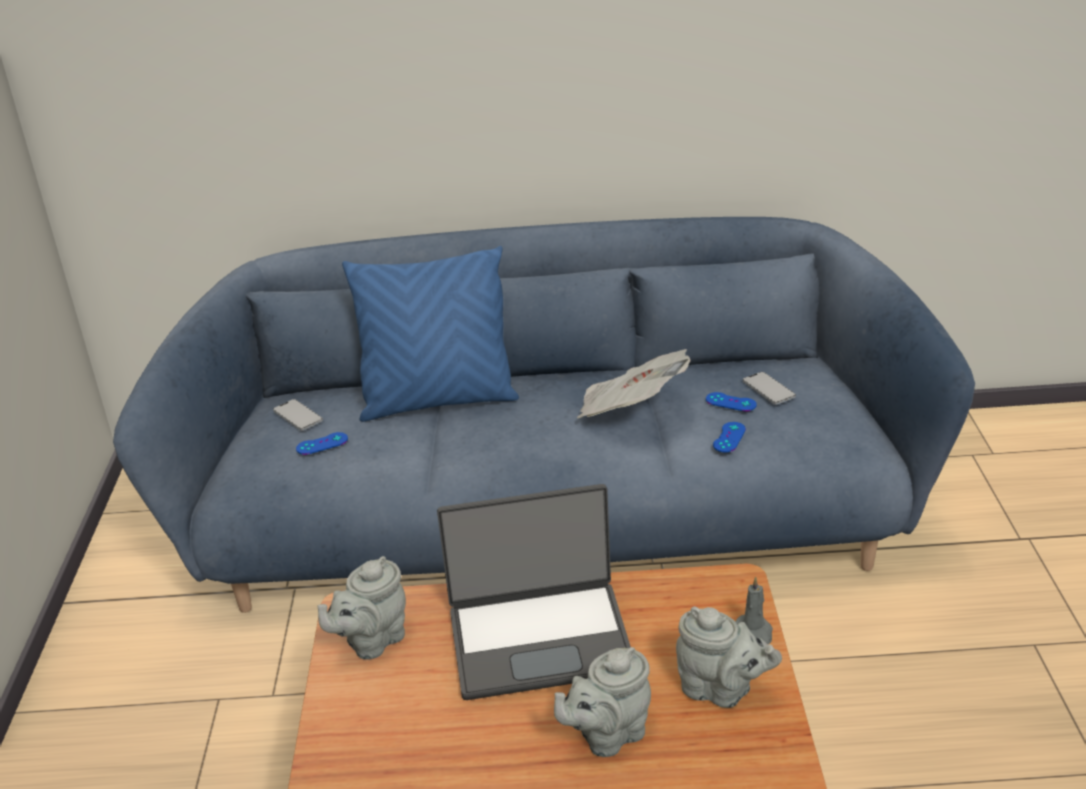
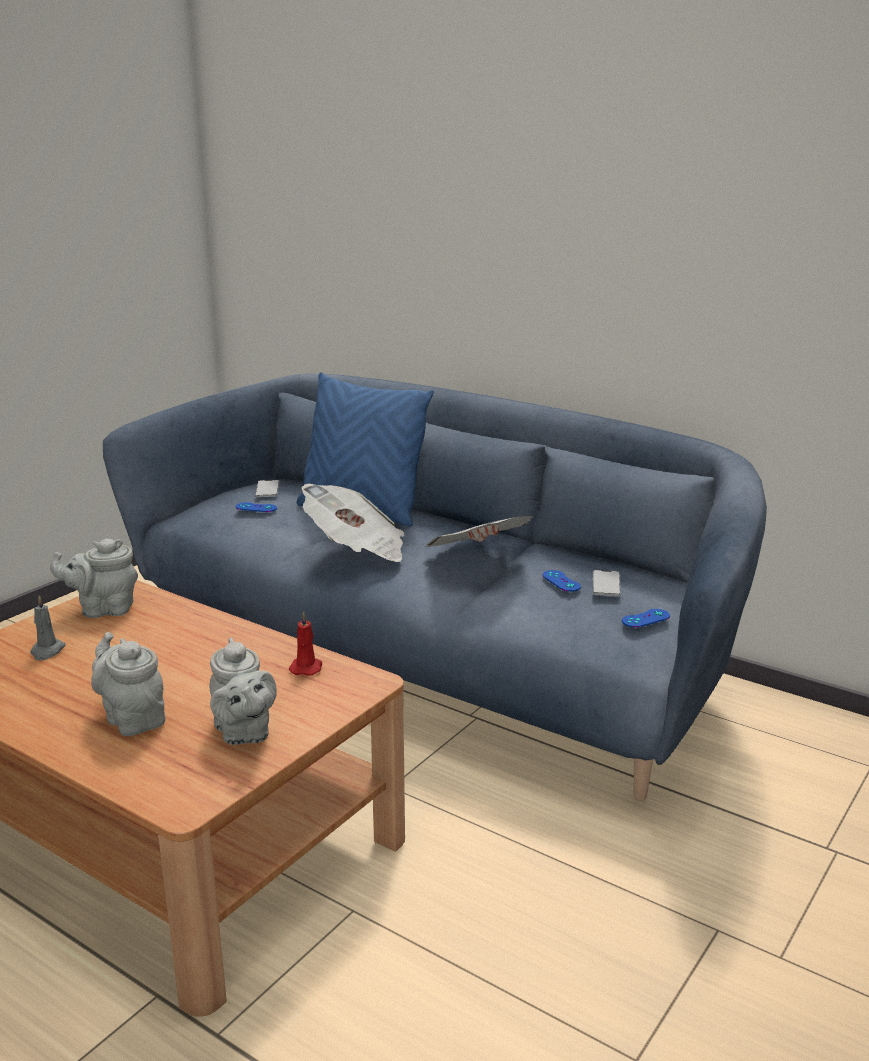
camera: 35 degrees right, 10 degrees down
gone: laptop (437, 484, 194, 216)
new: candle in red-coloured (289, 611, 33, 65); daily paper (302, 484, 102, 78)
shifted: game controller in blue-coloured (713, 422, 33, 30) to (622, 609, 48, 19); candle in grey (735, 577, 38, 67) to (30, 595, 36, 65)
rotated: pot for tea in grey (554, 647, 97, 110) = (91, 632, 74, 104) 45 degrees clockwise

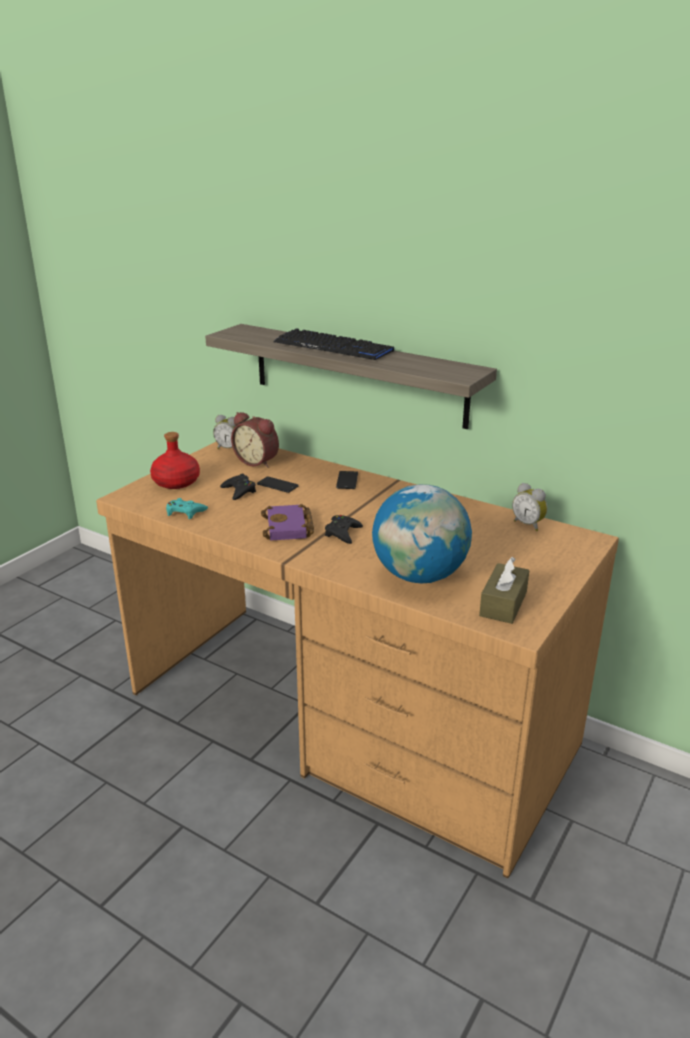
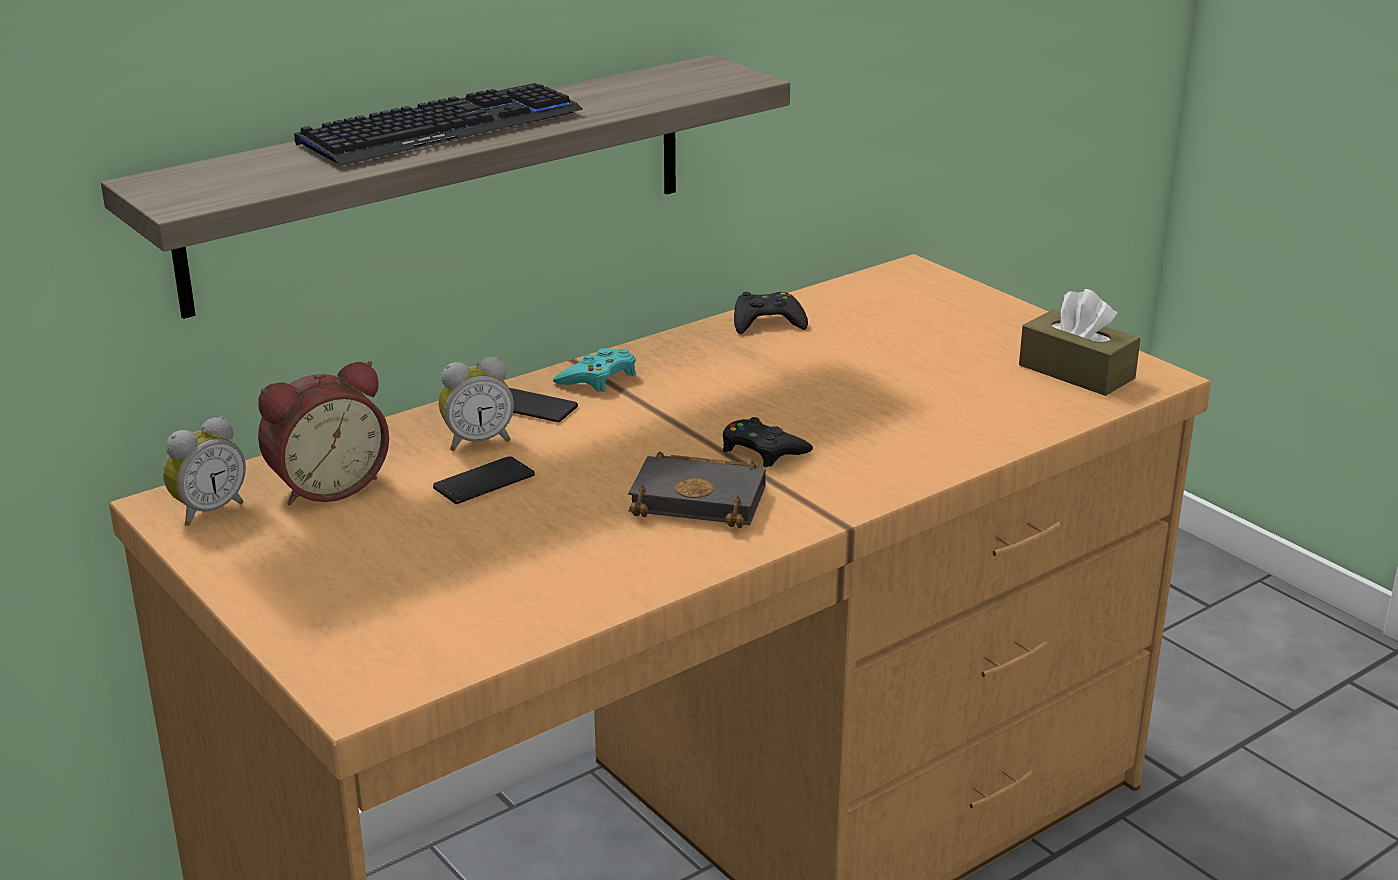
camera: 70 degrees left, 0 degrees up
gone: beverage bottle in red-coloured (150, 432, 50, 57); desk globe (372, 484, 100, 99)
shifted: game controller in turquoise-coloured (166, 498, 42, 21) to (553, 348, 83, 44); game controller in black-coloured (220, 474, 36, 26) to (734, 292, 74, 42); bedside clock (512, 483, 35, 48) to (439, 357, 75, 94)
repainted: volume in purple-coloured (261, 504, 53, 37) to volume in black-coloured (628, 452, 138, 76)

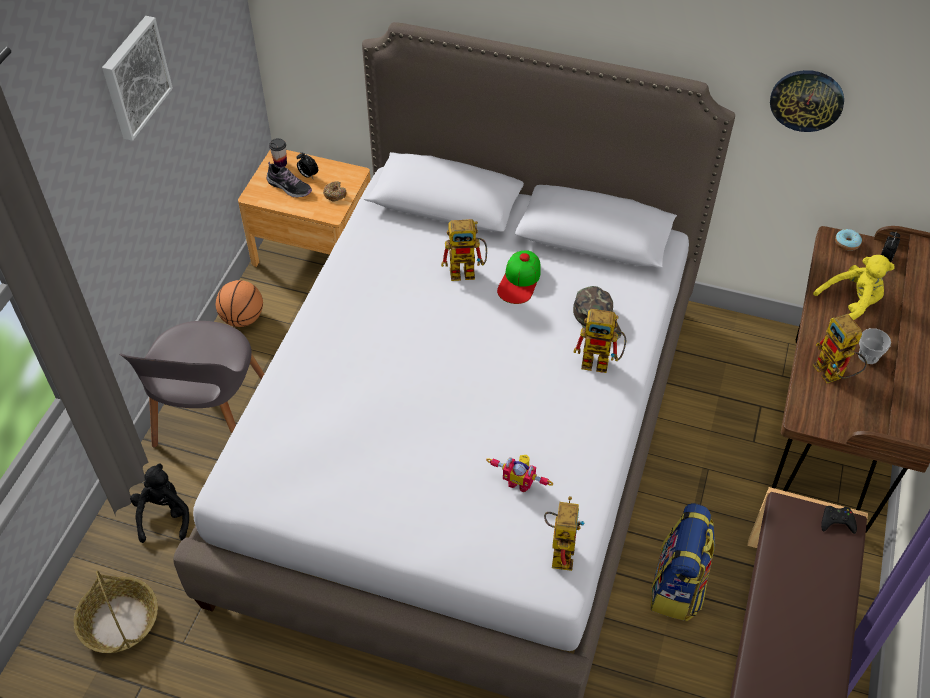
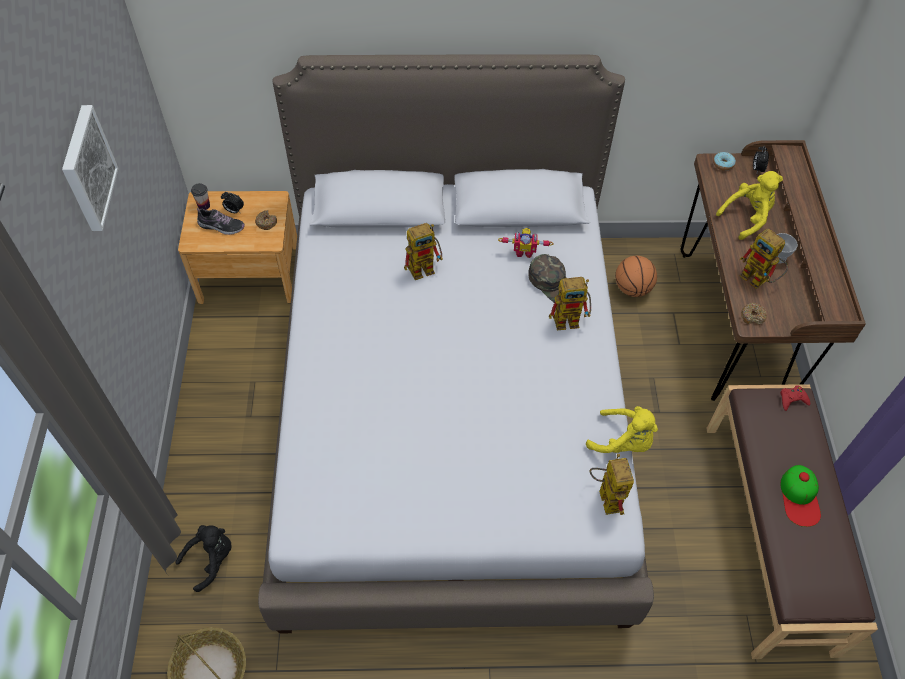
camera: 20 degrees left, 5 degrees up
gone: chair in grey (119, 321, 145, 126); backpack (651, 503, 64, 118); clock on the wall (770, 70, 74, 62)
new: cuddly toy in yellow (586, 406, 72, 47); ring doughnut (741, 303, 26, 22)
shifted: ball for basketball (216, 280, 47, 47) to (615, 256, 42, 41); robot figure (486, 455, 67, 37) to (498, 228, 56, 30); baseball cap (497, 250, 44, 54) to (781, 465, 40, 62)
repainted: game controller in black-coloured (821, 506, 36, 28) to game controller in red-coloured (780, 385, 30, 26)
rotated: cuddly toy in black-coloured (130, 463, 59, 80) = (175, 525, 57, 67) 75 degrees clockwise

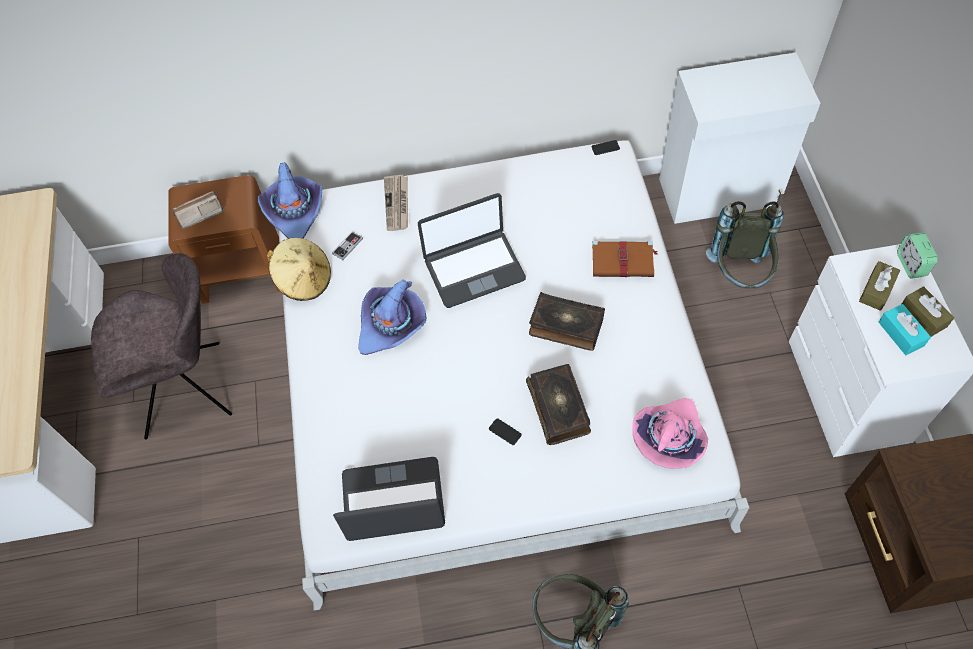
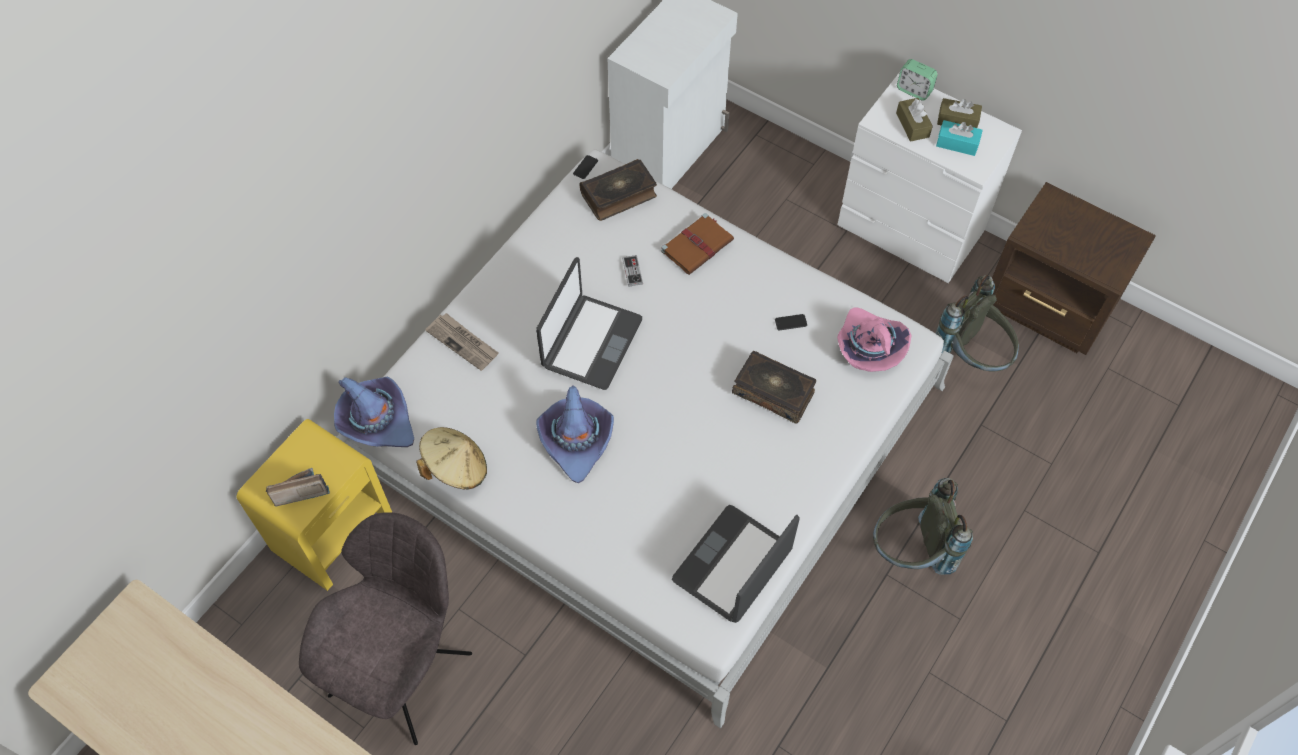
camera: 50 degrees left, 0 degrees up
shifted: game controller (332, 231, 31, 29) to (622, 255, 21, 32); phone (489, 418, 33, 27) to (775, 314, 32, 16); volume (529, 292, 76, 59) to (580, 159, 77, 62); backpack in grey (706, 201, 78, 87) to (935, 275, 84, 96)
repainted: bedside table in brown-coloured (169, 175, 111, 129) to bedside table in yellow (236, 419, 157, 172)
rotated: radio set (173, 191, 52, 38) = (266, 468, 64, 38) 60 degrees clockwise

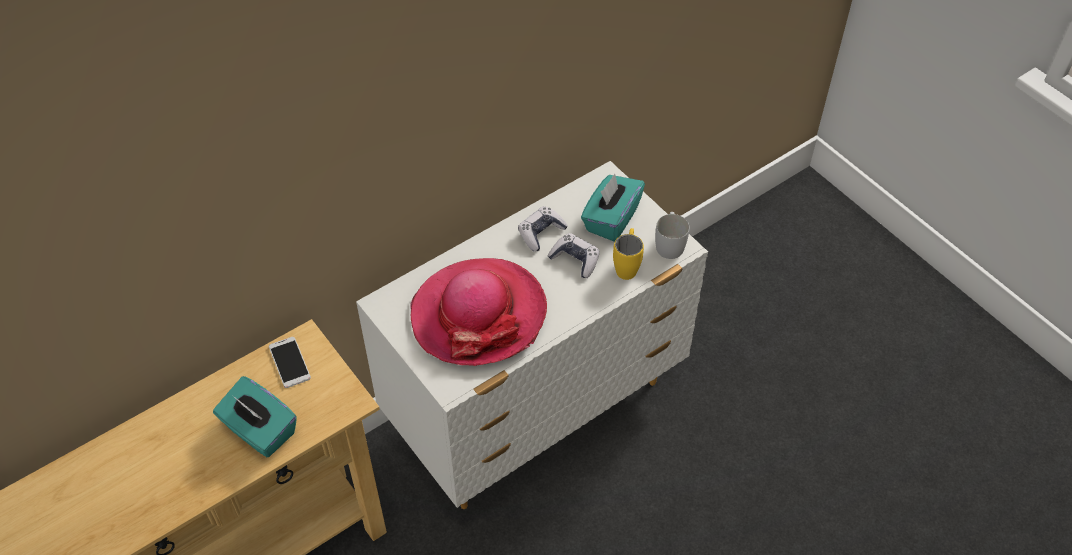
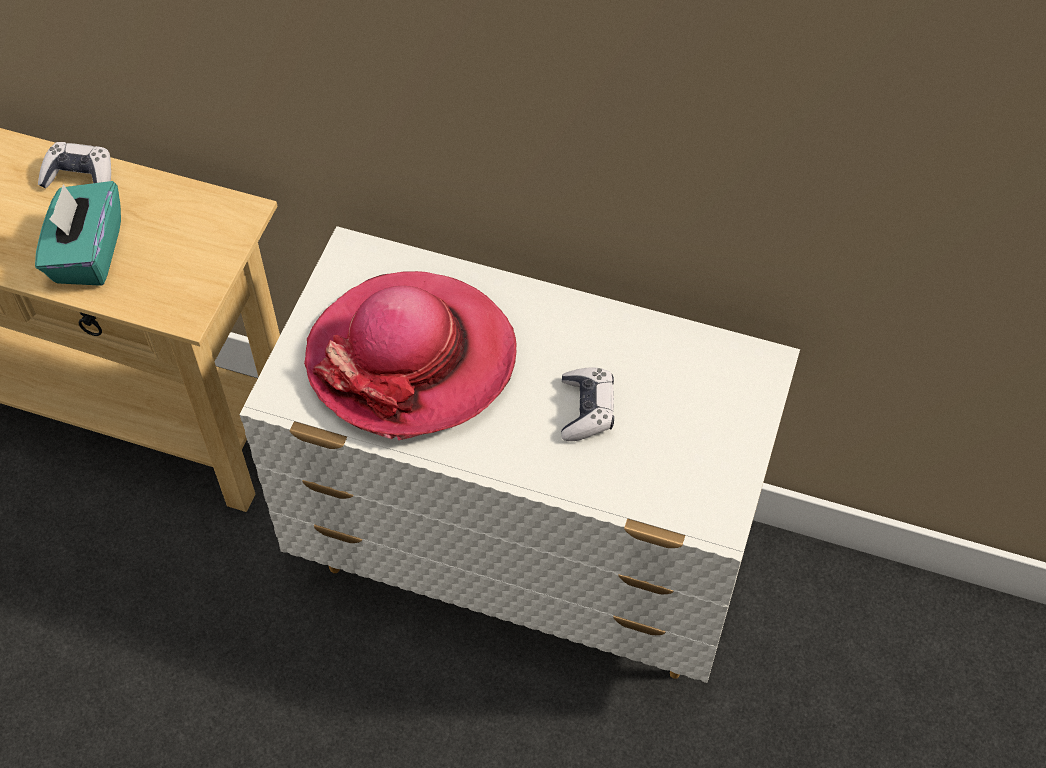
camera: 55 degrees right, 5 degrees up
gone: phone (269, 337, 42, 51); box of tissues in turquoise-coloured (581, 174, 64, 68); coffee mug in yellow (613, 228, 31, 52); coffee mug in white (655, 212, 35, 47)
shifted: game controller (518, 206, 50, 46) to (38, 142, 73, 46)

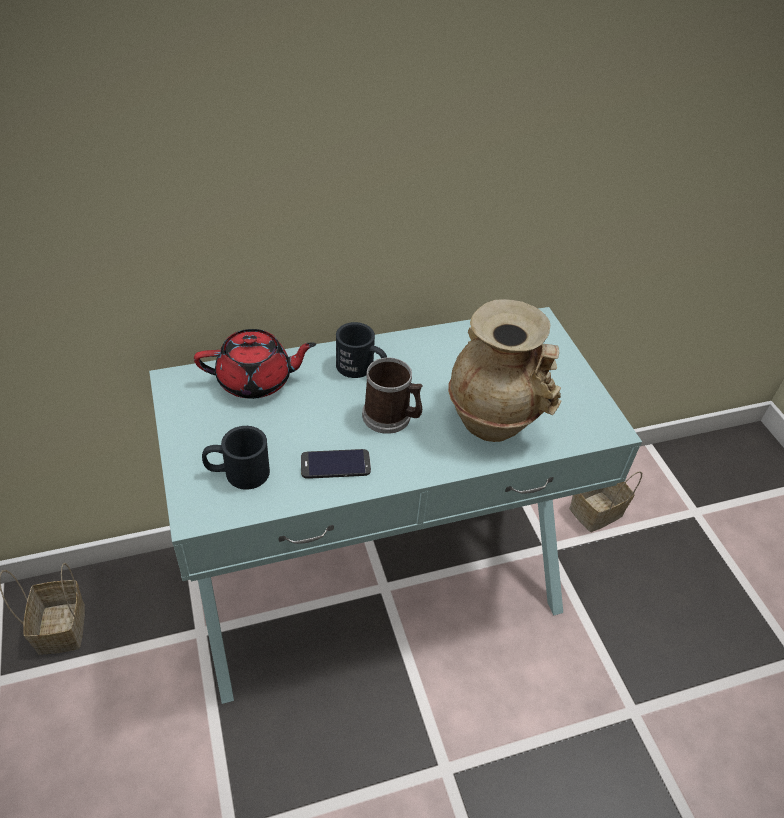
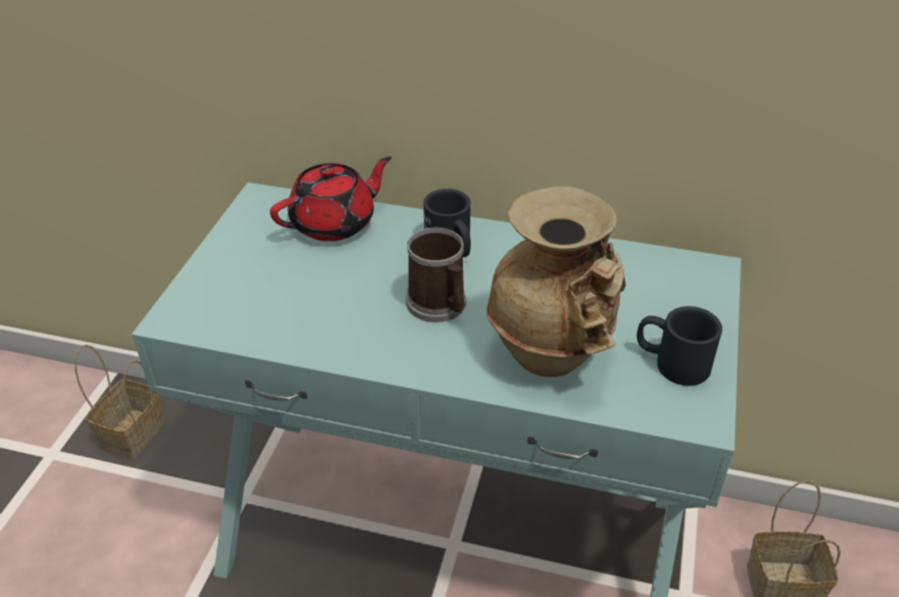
camera: 35 degrees right, 5 degrees down
gone: phone (301, 449, 70, 30)
shifted: coffee mug in black-coloured (202, 426, 68, 64) to (637, 306, 85, 80)
rotated: pot for tea in red-coloured (194, 329, 122, 70) = (270, 157, 122, 84) 60 degrees counterclockwise

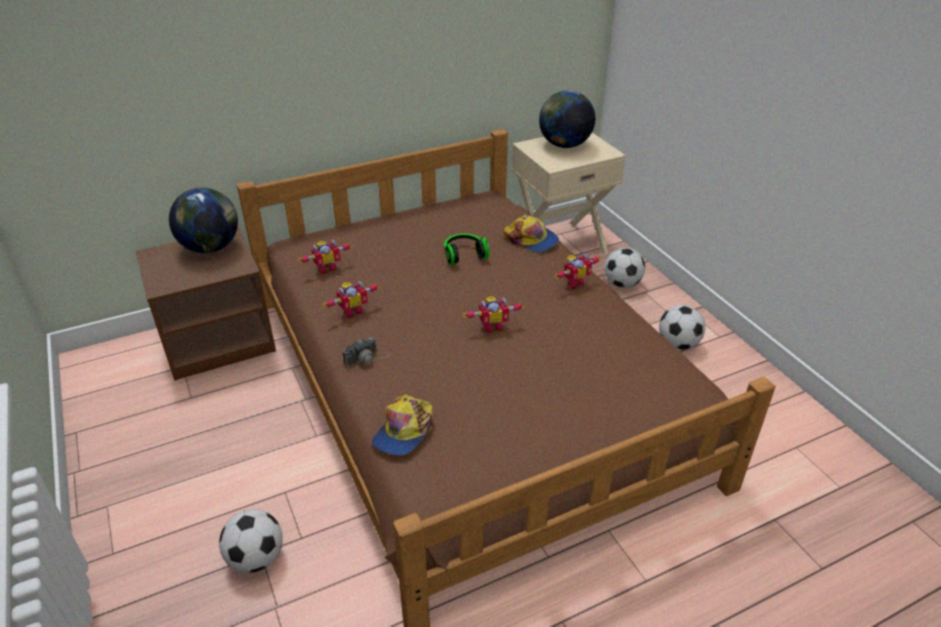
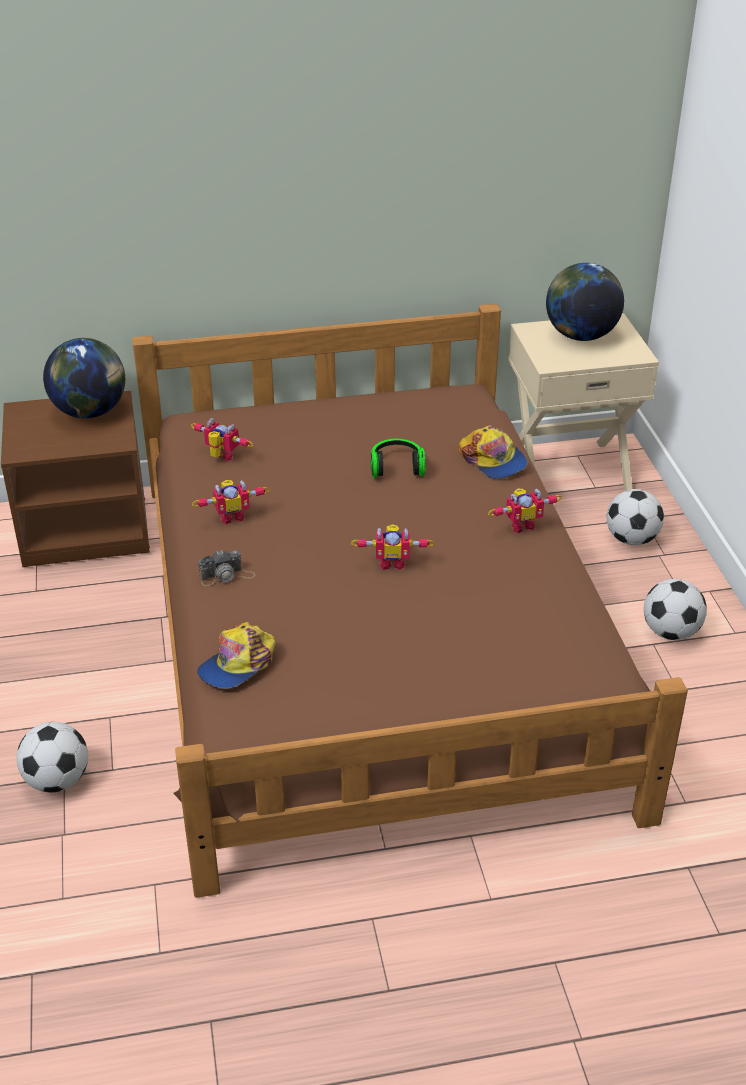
camera: 15 degrees right, 0 degrees up
rotated: robot figure (297, 239, 56, 35) = (191, 418, 62, 43) 135 degrees counterclockwise

